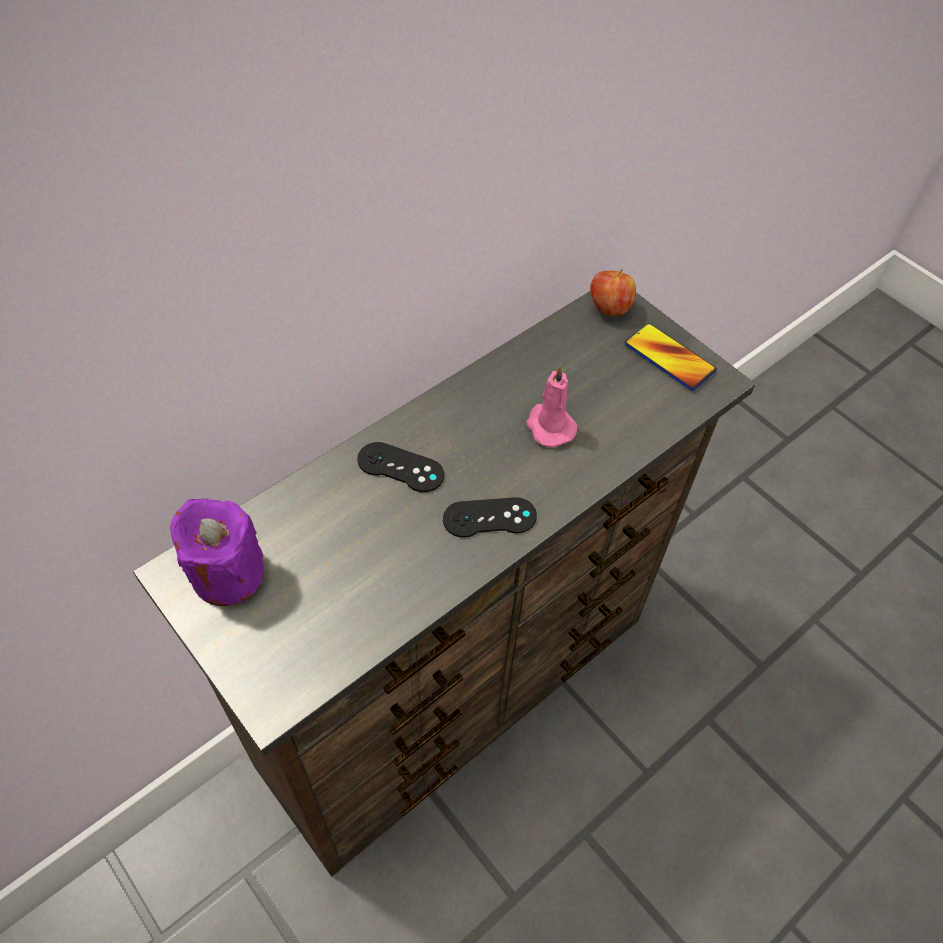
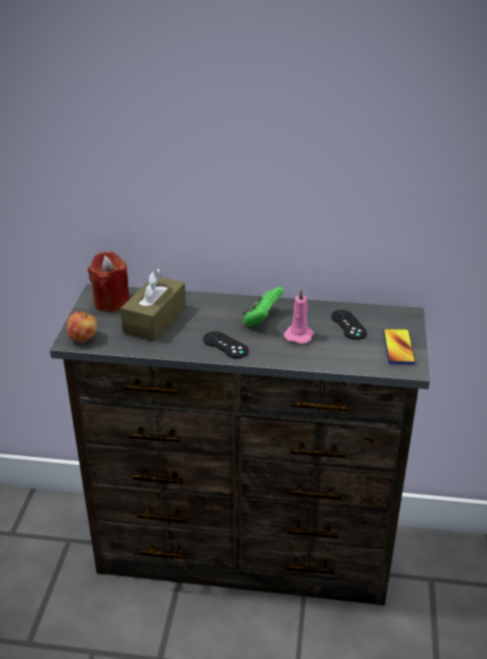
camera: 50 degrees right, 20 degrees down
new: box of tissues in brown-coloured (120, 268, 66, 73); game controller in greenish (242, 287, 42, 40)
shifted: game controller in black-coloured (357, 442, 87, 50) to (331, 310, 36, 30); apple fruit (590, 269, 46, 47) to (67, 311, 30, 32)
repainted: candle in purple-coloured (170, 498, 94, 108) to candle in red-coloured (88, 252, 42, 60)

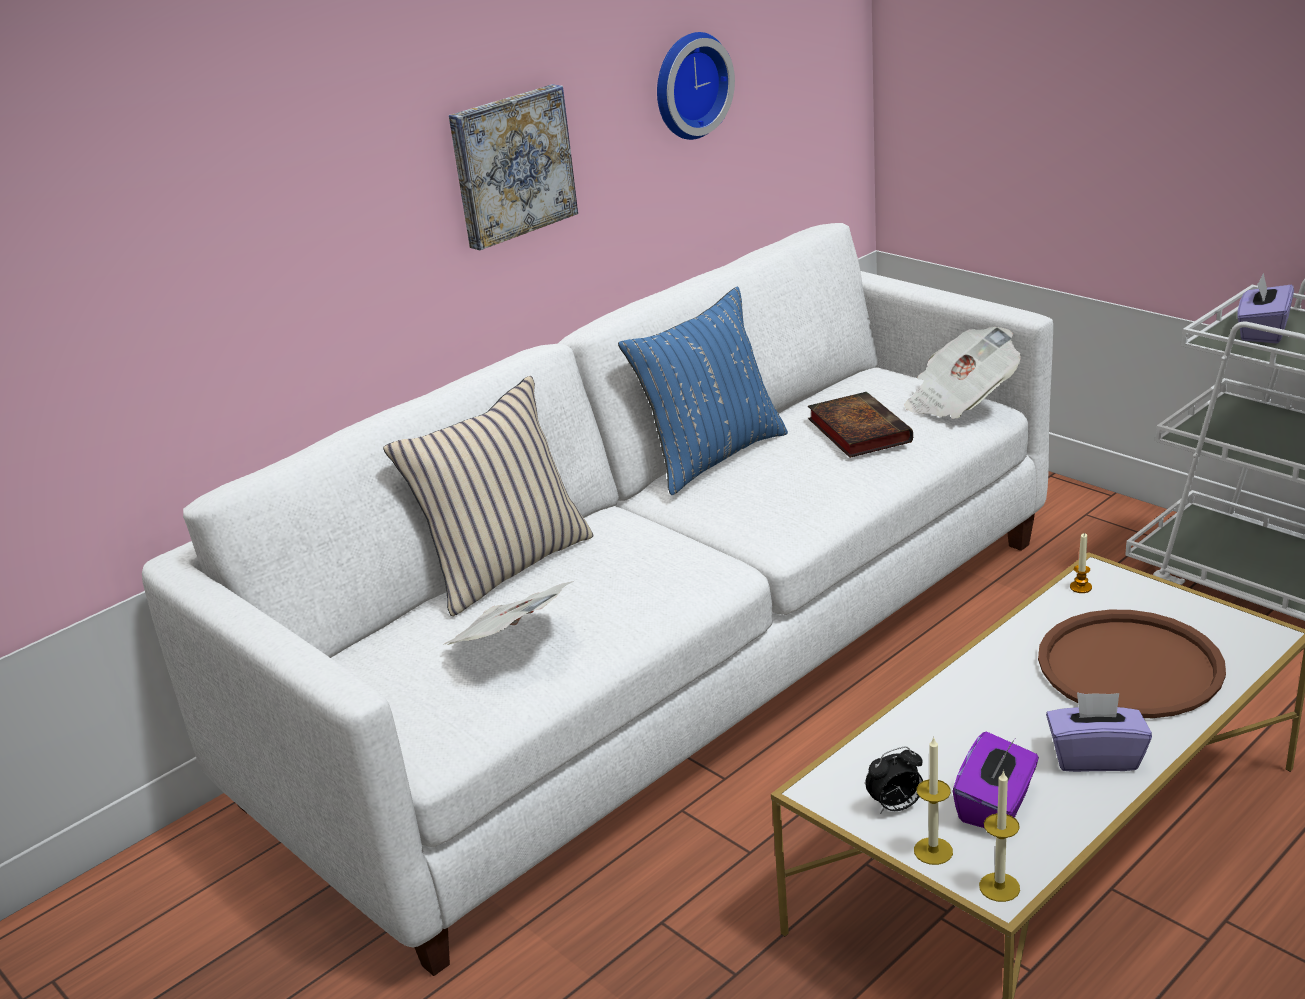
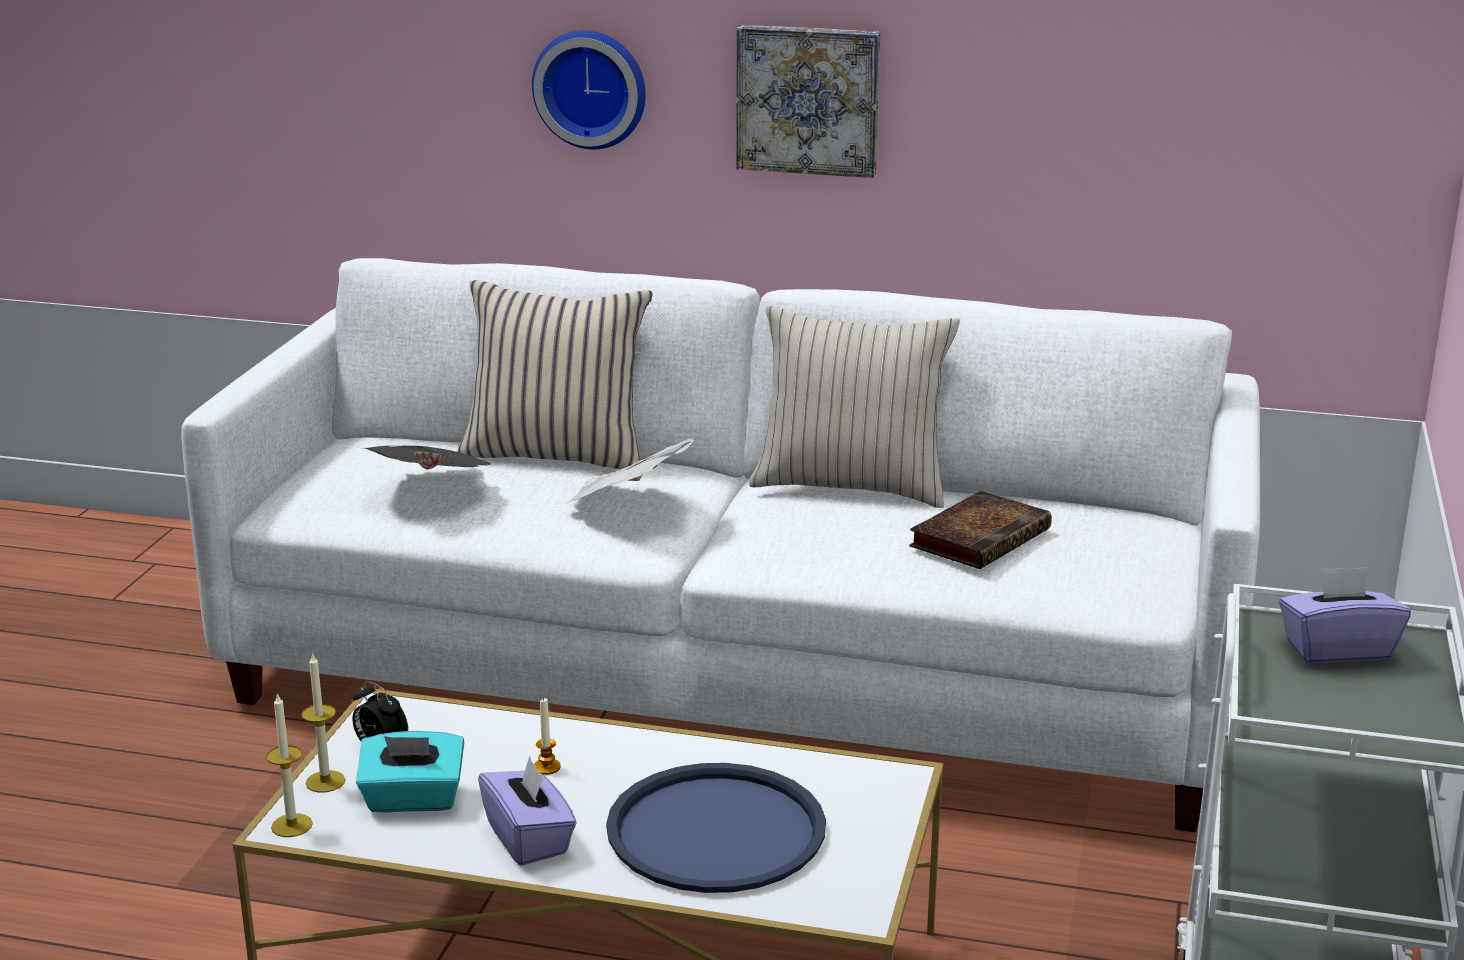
camera: 55 degrees right, 5 degrees down
shifted: clock on the wall (657, 32, 78, 108) to (532, 30, 114, 119); daily paper (904, 327, 117, 92) to (565, 436, 130, 68); candle (1070, 533, 22, 60) to (534, 698, 27, 77)
repainted: throw pillow in blue-coloured (618, 287, 170, 208) to throw pillow in sand-coloured (749, 306, 211, 202); box of tissues in purple-coloured (953, 731, 86, 97) to box of tissues in turquoise-coloured (356, 731, 108, 82); serving tray in brown-coloured (1038, 610, 188, 108) to serving tray in blue-coloured (606, 763, 220, 130)

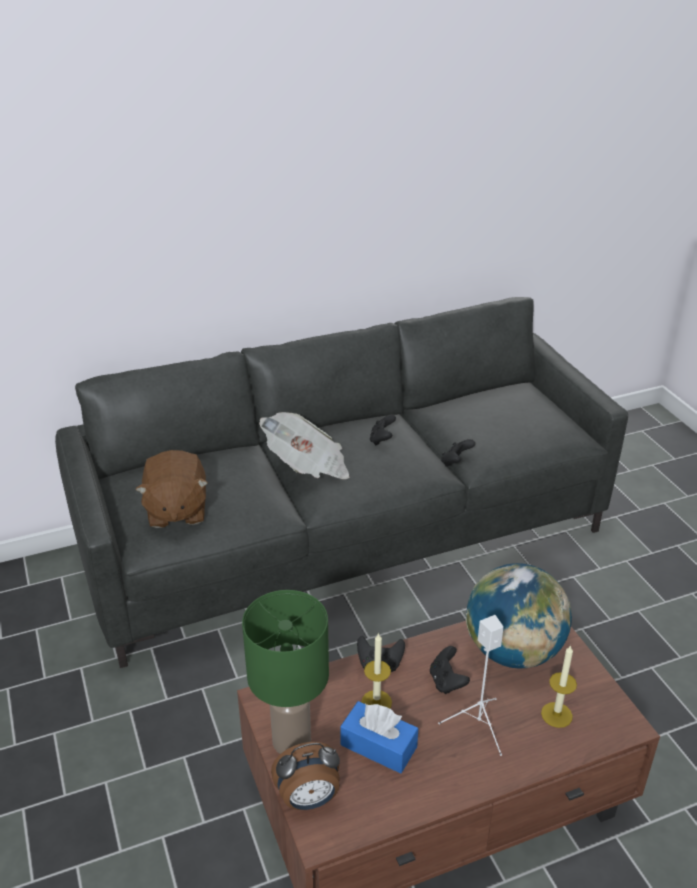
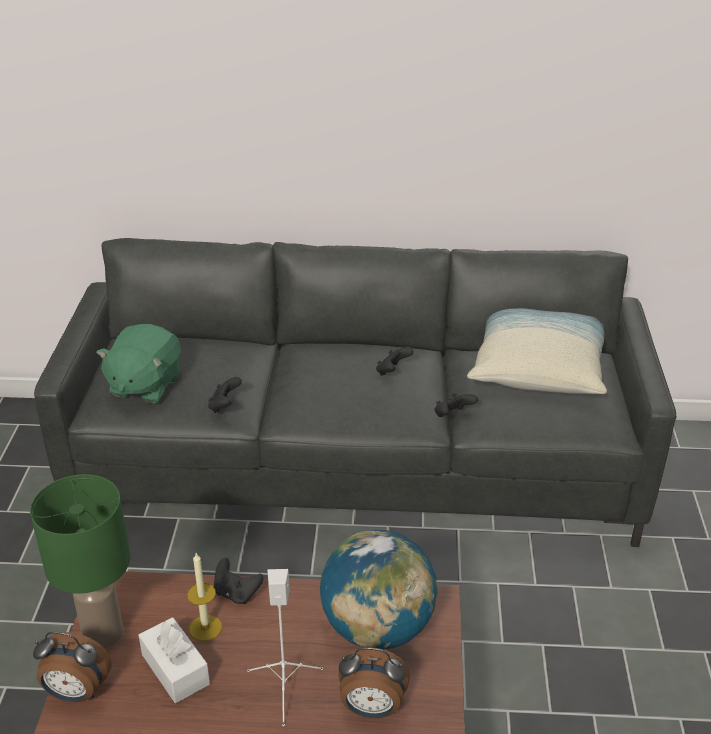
camera: 25 degrees right, 0 degrees up
gone: daily paper (259, 412, 91, 67)
new: throw pillow (467, 308, 140, 86)
shifted: game controller in black-coloured (430, 646, 40, 48) to (208, 377, 34, 36)
swapped: candle (541, 645, 36, 83) to bedside clock (338, 647, 72, 71)
repainted: cuddly toy in brown-coloured (136, 450, 72, 78) to cuddly toy in greenish (96, 324, 85, 79); box of tissues in blue-coloured (340, 701, 78, 73) to box of tissues in white (138, 617, 72, 86)

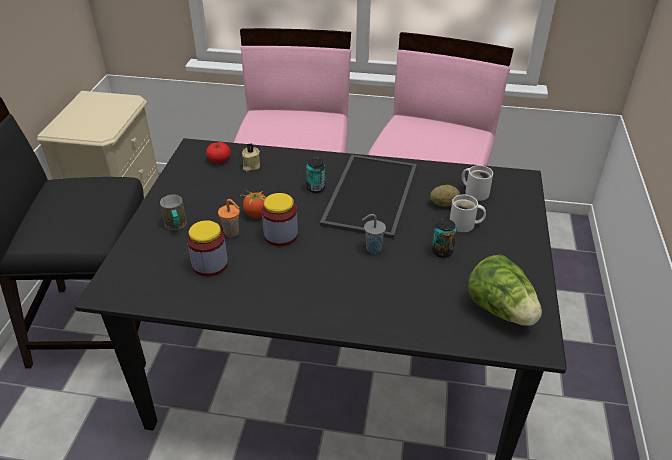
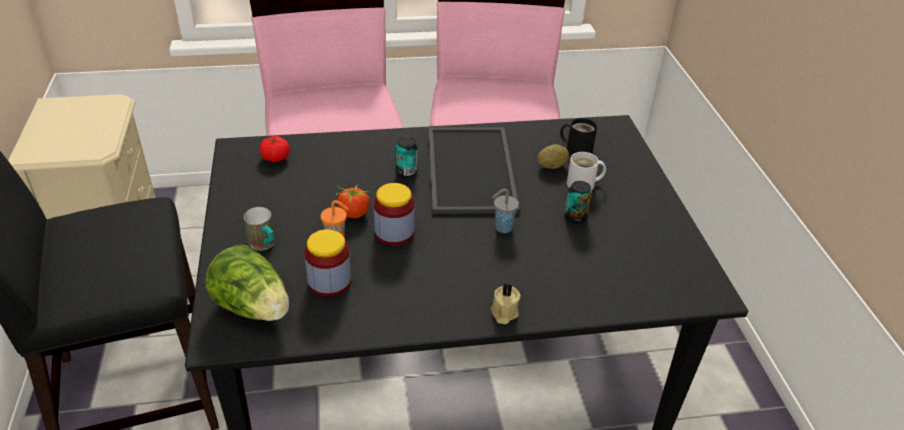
camera: 20 degrees left, 0 degrees up
shifted: candle in sand-coloured (242, 143, 18, 29) to (491, 283, 30, 41); head of lettuce (468, 255, 74, 71) to (205, 245, 84, 76)
repainted: coffee mug in white (462, 165, 31, 36) to coffee mug in black-coloured (560, 118, 37, 37)

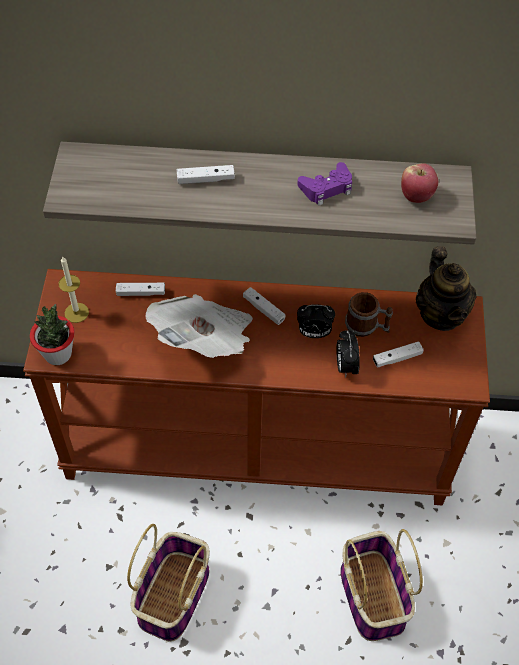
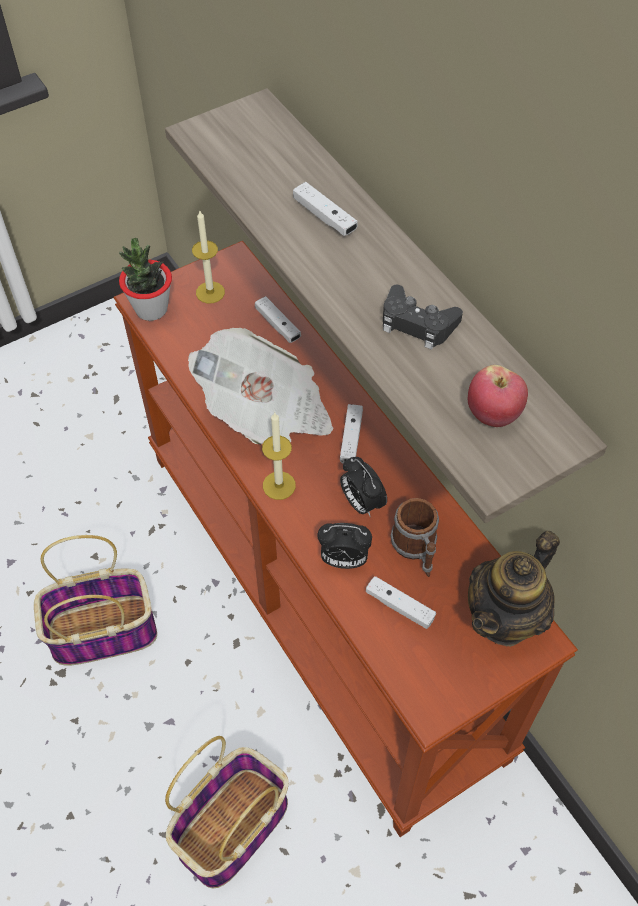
camera: 55 degrees right, 0 degrees up
new: candle (262, 412, 34, 88)
repainted: game controller in purple-coloured (297, 162, 55, 44) to game controller in black-coloured (383, 285, 80, 65)
rotated: bedside clock (336, 330, 24, 47) = (317, 523, 55, 46) 135 degrees counterclockwise

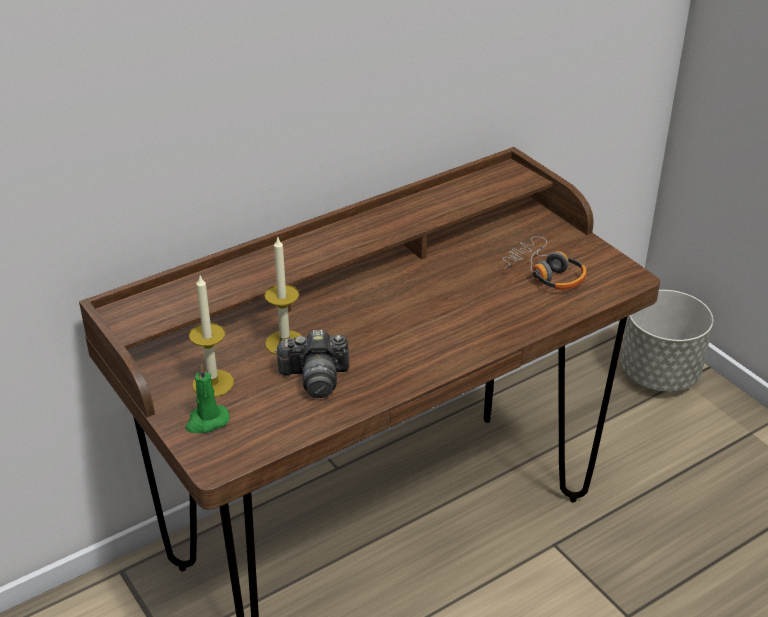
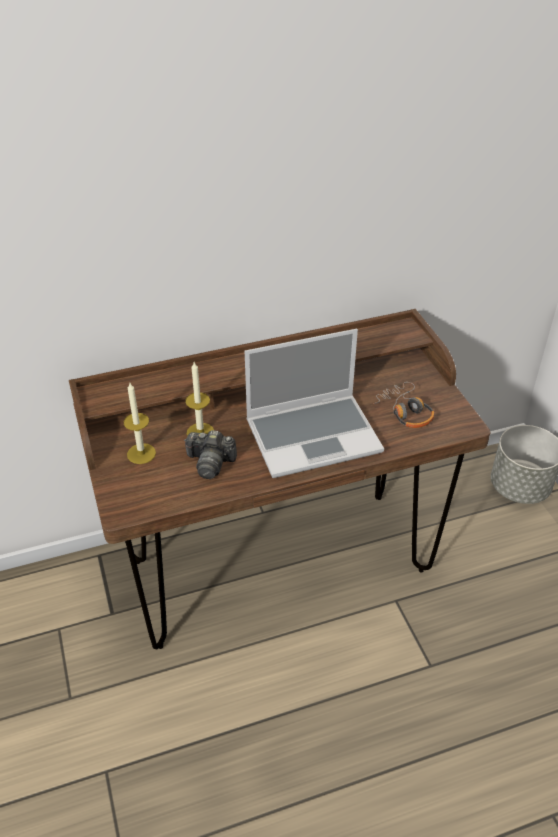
camera: 15 degrees right, 5 degrees up
gone: candle in greenish (185, 364, 45, 69)
new: laptop (245, 329, 139, 149)

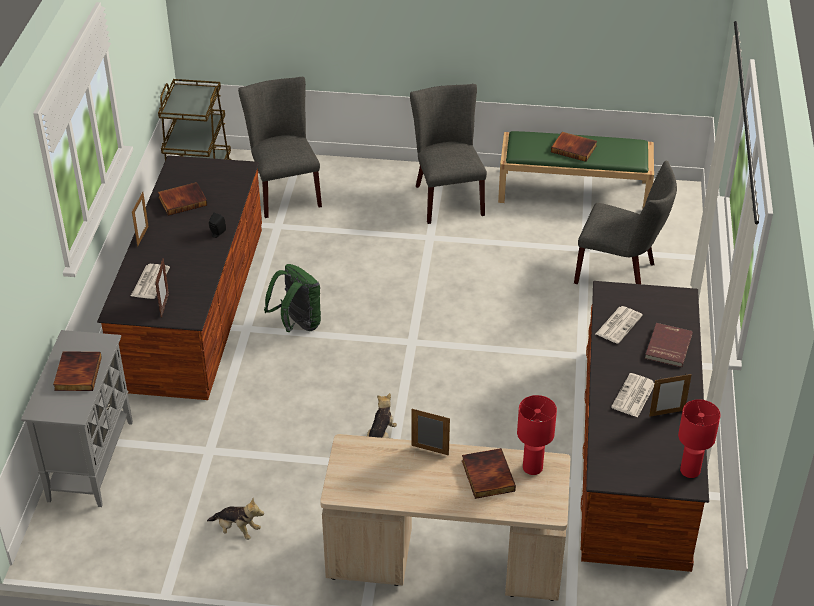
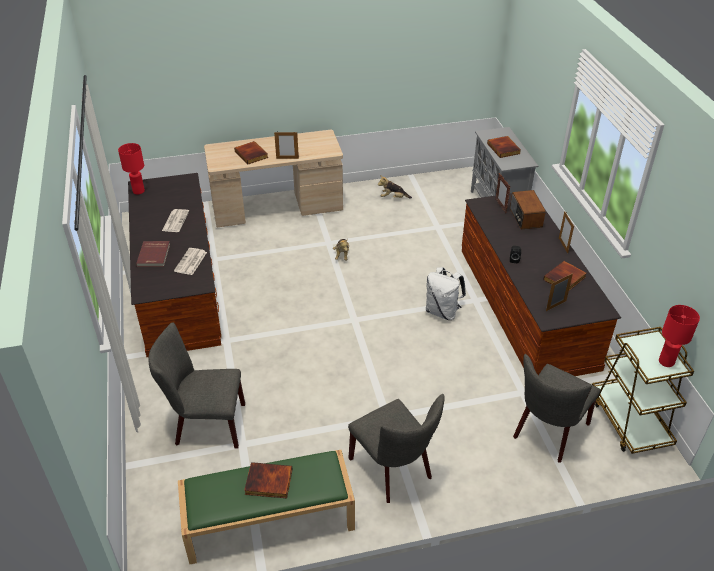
camera: 160 degrees right, 0 degrees up
shifted: table lamp in red-coloured (517, 395, 40, 80) to (659, 305, 41, 62); picture frame (649, 374, 43, 43) to (546, 273, 27, 38)
swapped: daily paper (131, 264, 39, 35) to radio set (510, 190, 36, 39)
repainted: backpack in greenish (264, 264, 57, 68) to backpack in white (426, 267, 40, 53)
rotated: chair in grey (238, 77, 84, 141) = (513, 354, 87, 109) 75 degrees clockwise

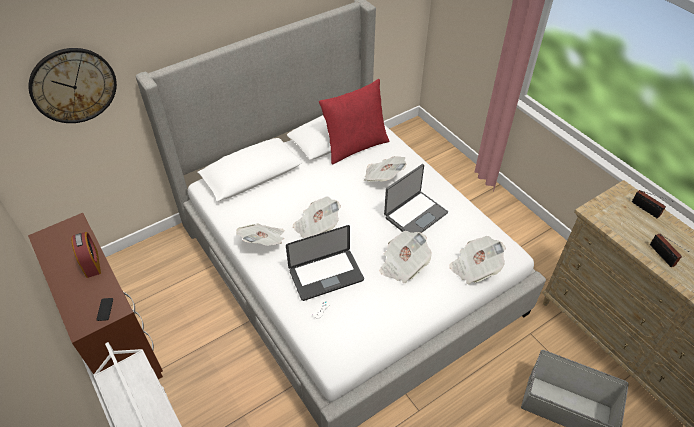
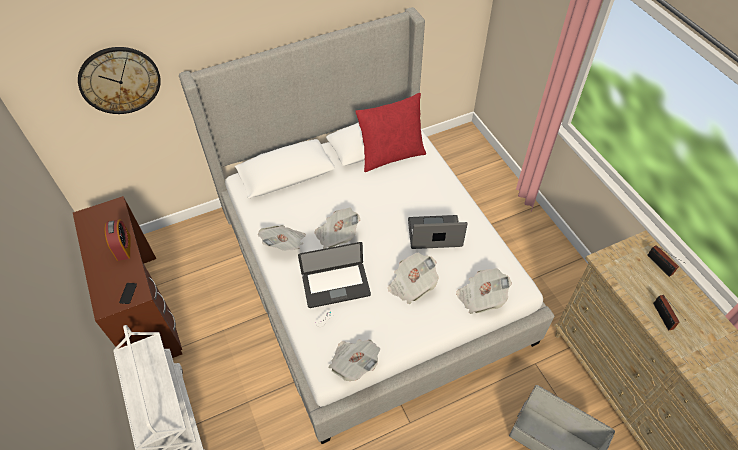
camera: 10 degrees right, 5 degrees up
shifted: daily paper (364, 156, 42, 26) to (328, 340, 52, 41)
rotated: laptop (384, 164, 64, 69) = (408, 215, 60, 34) 150 degrees counterclockwise

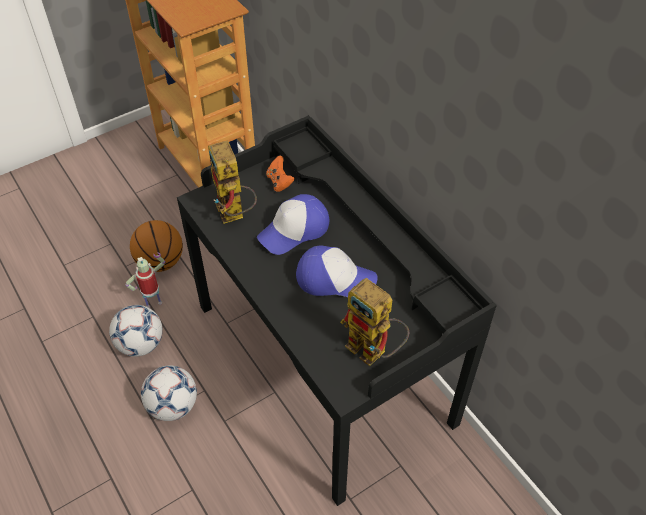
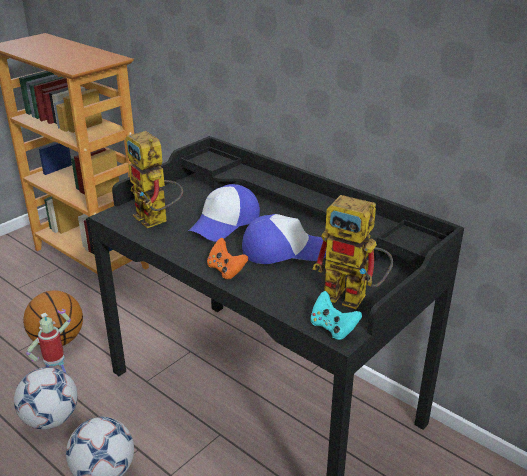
camera: 15 degrees left, 20 degrees down
new: game controller in turquoise-coloured (310, 291, 52, 49)
shifted: game controller in orange-coloured (266, 155, 29, 37) to (207, 238, 41, 41)

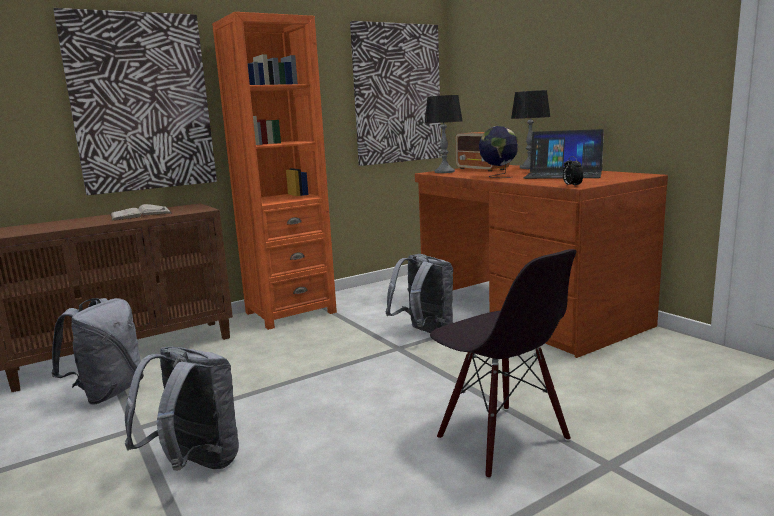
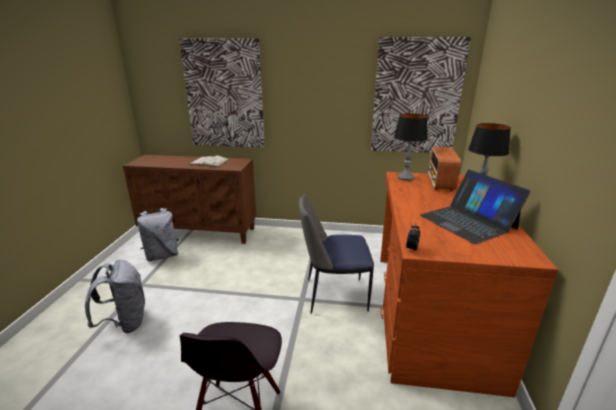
camera: 40 degrees right, 10 degrees up
gone: bookcase in orange-coloured (212, 12, 125, 318); desk globe (479, 126, 39, 52)
swapped: backpack in grey (385, 254, 68, 79) to chair (299, 194, 75, 120)

